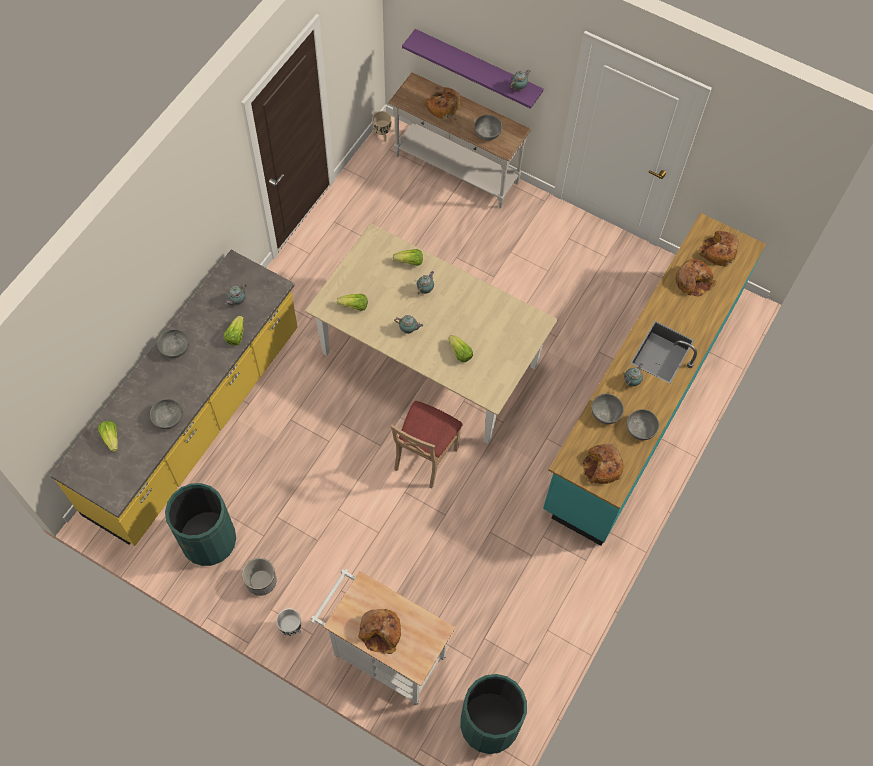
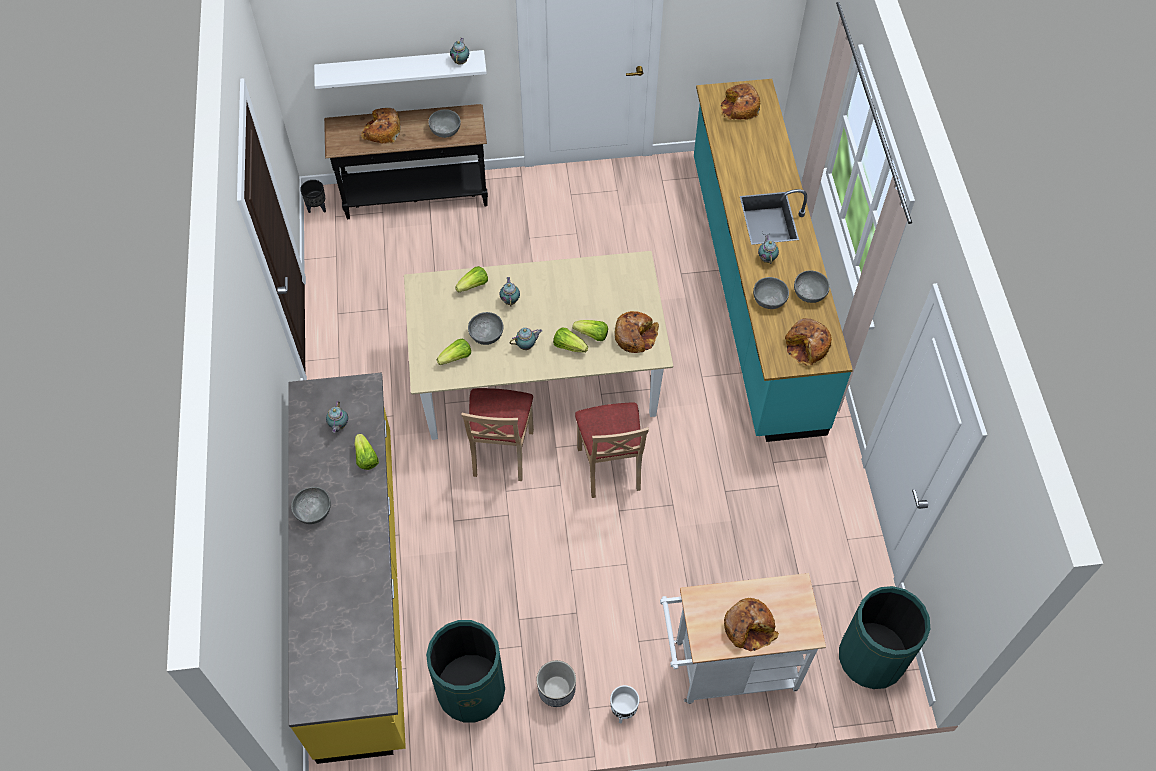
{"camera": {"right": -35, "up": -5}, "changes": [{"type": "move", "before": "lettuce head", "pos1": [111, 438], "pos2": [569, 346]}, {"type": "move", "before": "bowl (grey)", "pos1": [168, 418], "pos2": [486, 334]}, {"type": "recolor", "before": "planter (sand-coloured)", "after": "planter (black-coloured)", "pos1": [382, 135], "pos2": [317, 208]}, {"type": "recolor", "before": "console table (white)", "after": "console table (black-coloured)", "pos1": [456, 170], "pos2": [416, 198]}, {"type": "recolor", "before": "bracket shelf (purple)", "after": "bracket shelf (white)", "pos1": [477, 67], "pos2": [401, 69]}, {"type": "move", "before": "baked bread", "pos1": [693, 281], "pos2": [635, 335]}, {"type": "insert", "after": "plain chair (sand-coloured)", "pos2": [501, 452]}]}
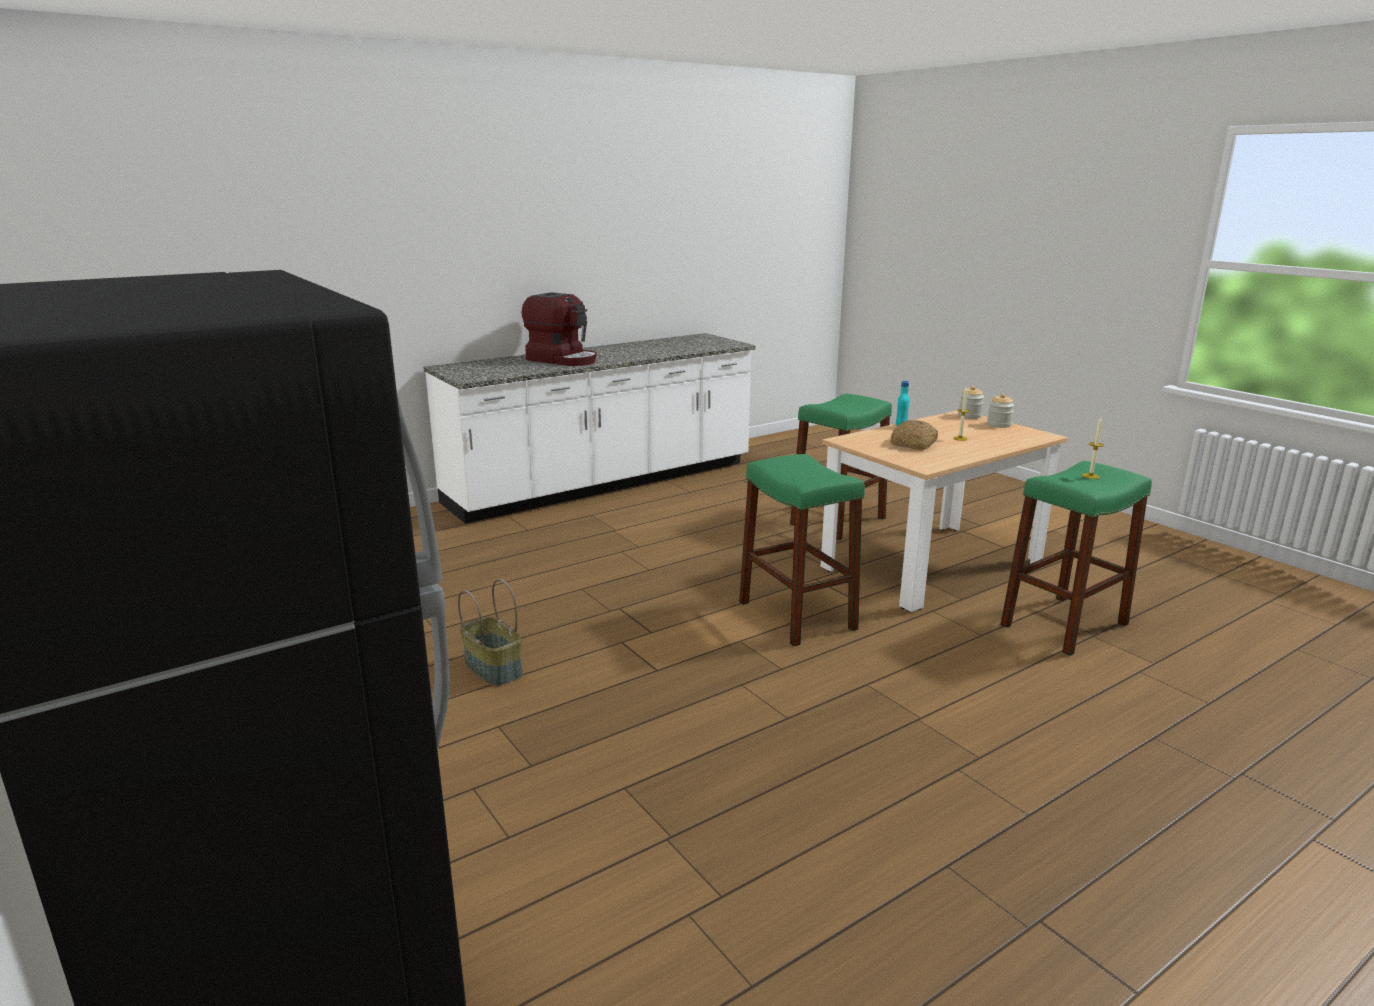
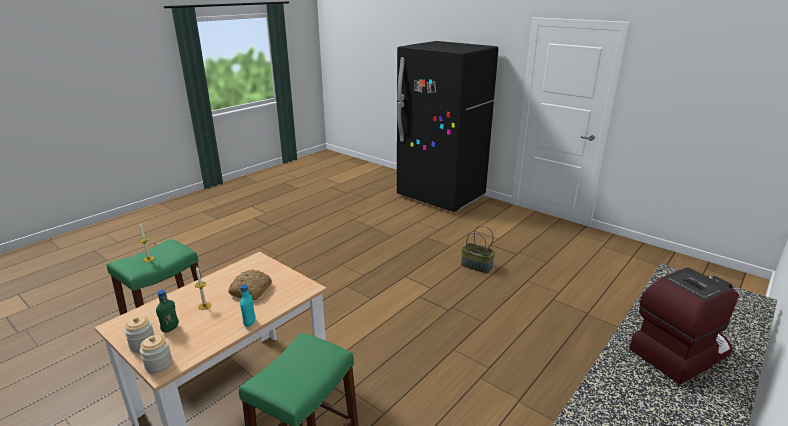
{"camera": {"right": 165, "up": 5}, "changes": [{"type": "rotate", "before": "coffee machine", "pos1": [563, 359], "pos2": [679, 351], "turn": 135}, {"type": "delete", "before": "stool seat (green-coloured)", "pos1": [796, 615]}, {"type": "insert", "after": "drink bottle (green-coloured)", "pos2": [170, 328]}]}
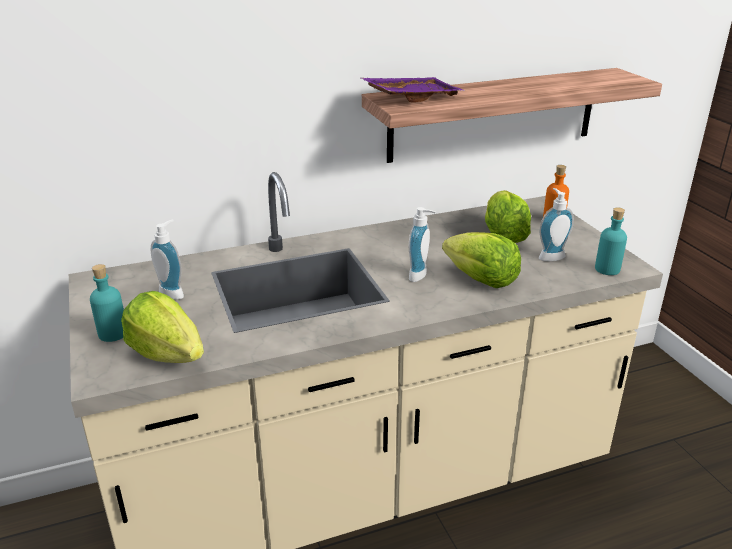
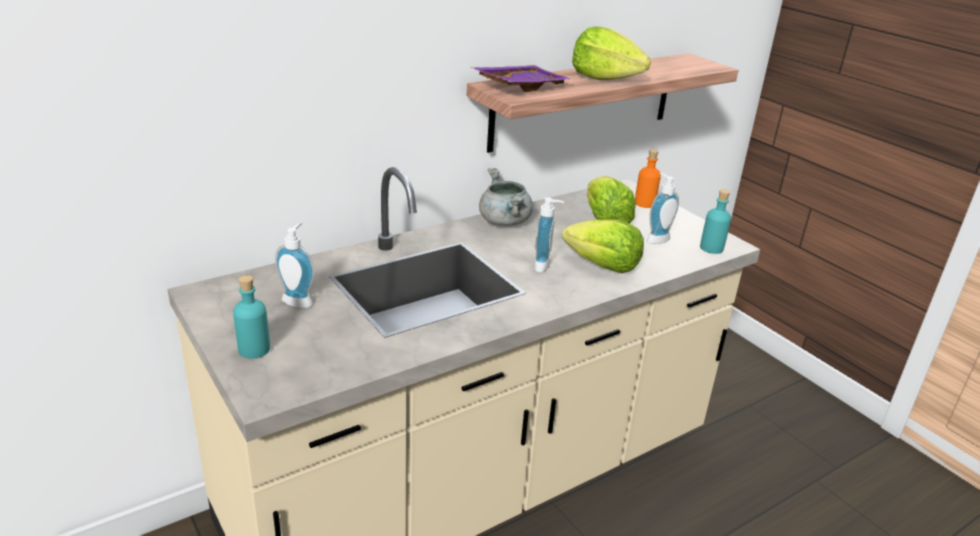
{"camera": {"right": -15, "up": 0}, "changes": [{"type": "move", "before": "lettuce head", "pos1": [167, 354], "pos2": [604, 78]}, {"type": "insert", "after": "stockpot (grey)", "pos2": [505, 222]}]}
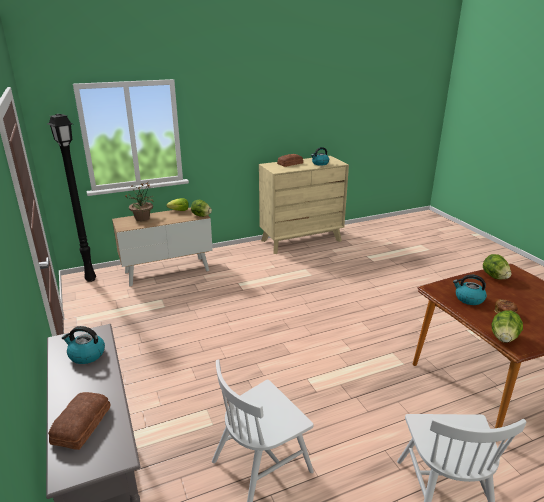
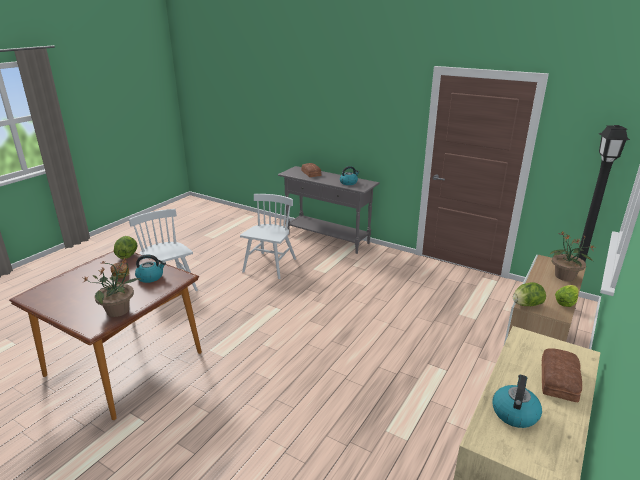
{"camera": {"right": 145, "up": 0}, "changes": [{"type": "replace", "before": "lettuce head", "after": "houseplant", "pos1": [494, 277], "pos2": [118, 310]}]}
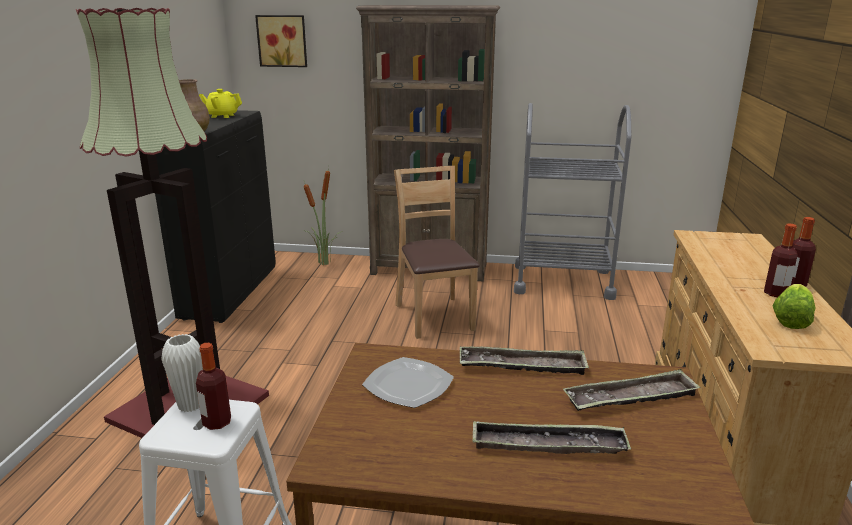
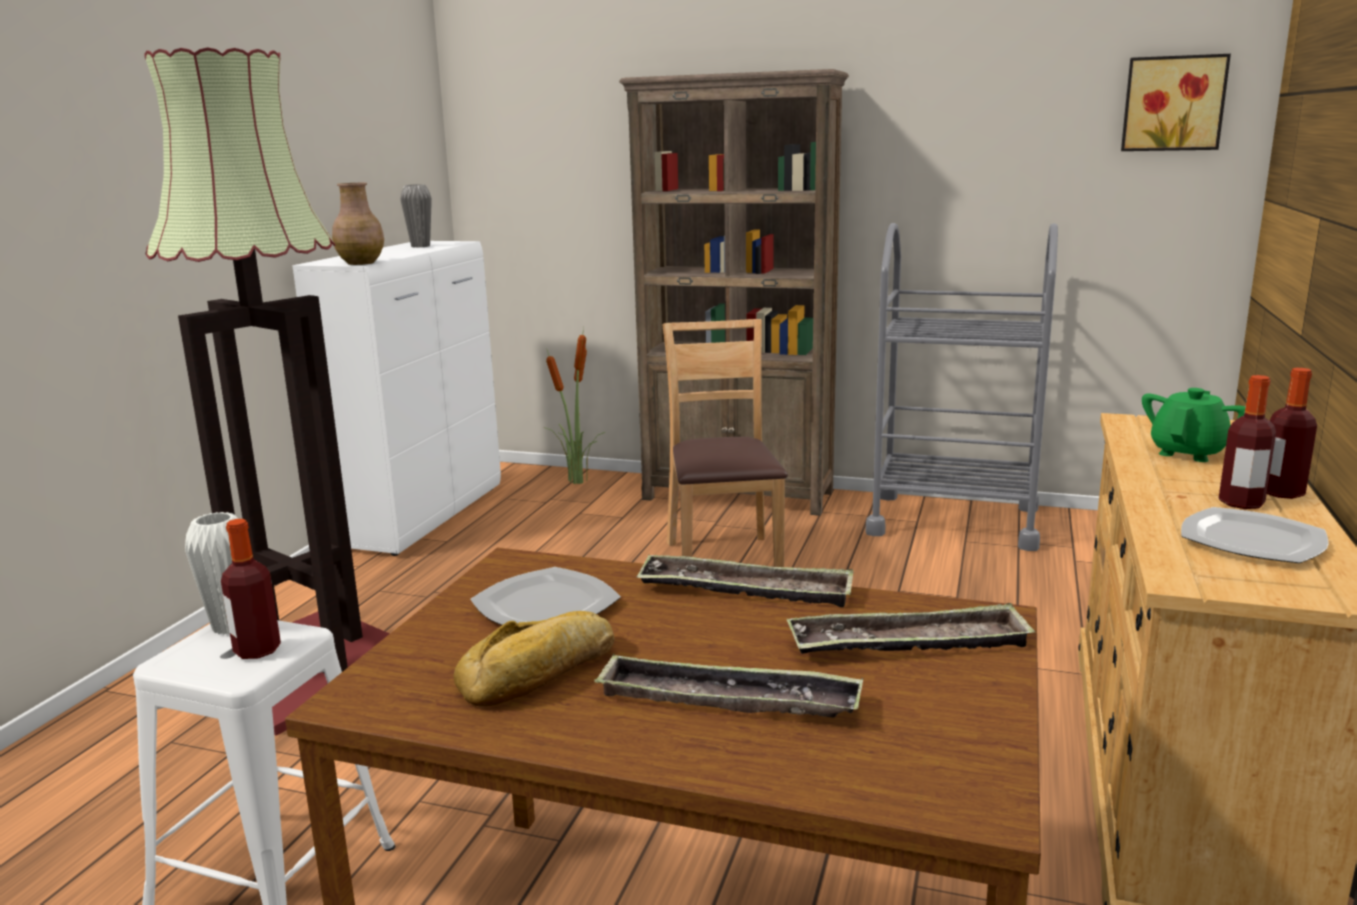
{"camera": {"right": 10, "up": -5}, "changes": [{"type": "recolor", "before": "storage cabinet (black-coloured)", "after": "storage cabinet (white)", "pos1": [230, 293], "pos2": [423, 516]}, {"type": "replace", "before": "tea pot (yellow-coloured)", "after": "flower vase (grey)", "pos1": [222, 116], "pos2": [420, 246]}, {"type": "move", "before": "wall picture", "pos1": [282, 41], "pos2": [1173, 103]}, {"type": "replace", "before": "lettuce head", "after": "plate", "pos1": [791, 320], "pos2": [1250, 541]}, {"type": "insert", "after": "baked bread", "pos2": [542, 672]}, {"type": "insert", "after": "tea pot (green-coloured)", "pos2": [1188, 453]}]}
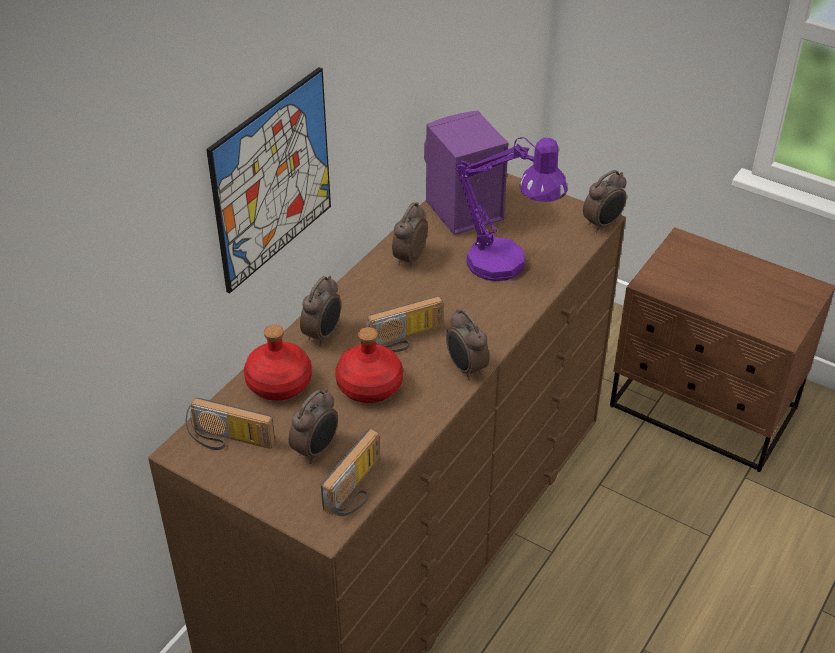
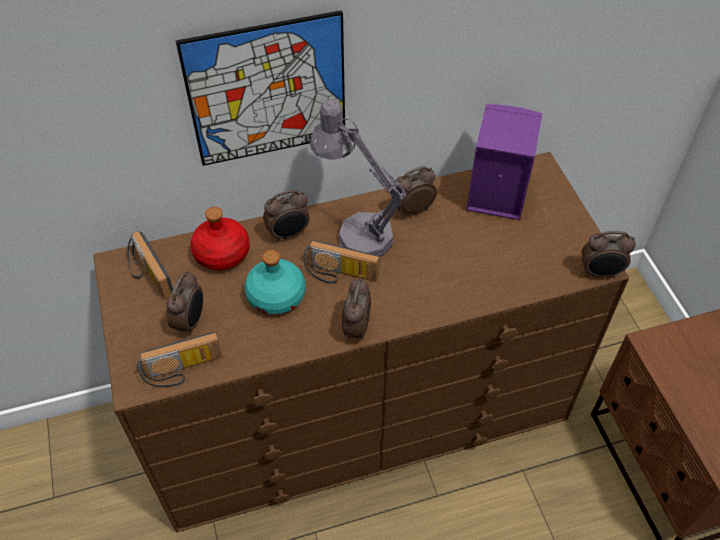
{"camera": {"right": 40, "up": 10}, "changes": [{"type": "rotate", "before": "alarm clock", "pos1": [316, 450], "pos2": [191, 321], "turn": -60}, {"type": "recolor", "before": "drink bottle (red)", "after": "drink bottle (turquoise-coloured)", "pos1": [370, 385], "pos2": [276, 296]}, {"type": "delete", "before": "lamp for a table (purple)", "pos1": [507, 266]}, {"type": "insert", "after": "lamp for a table (grey)", "pos2": [356, 231]}]}
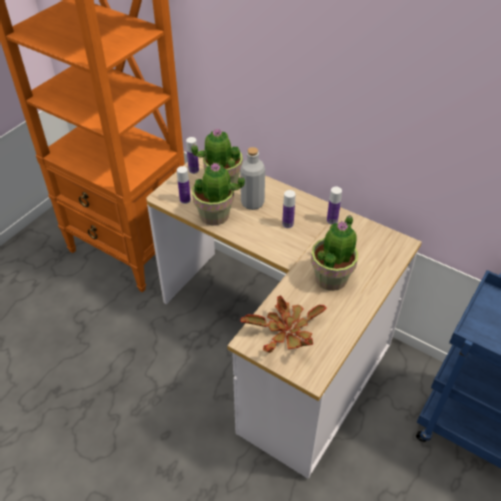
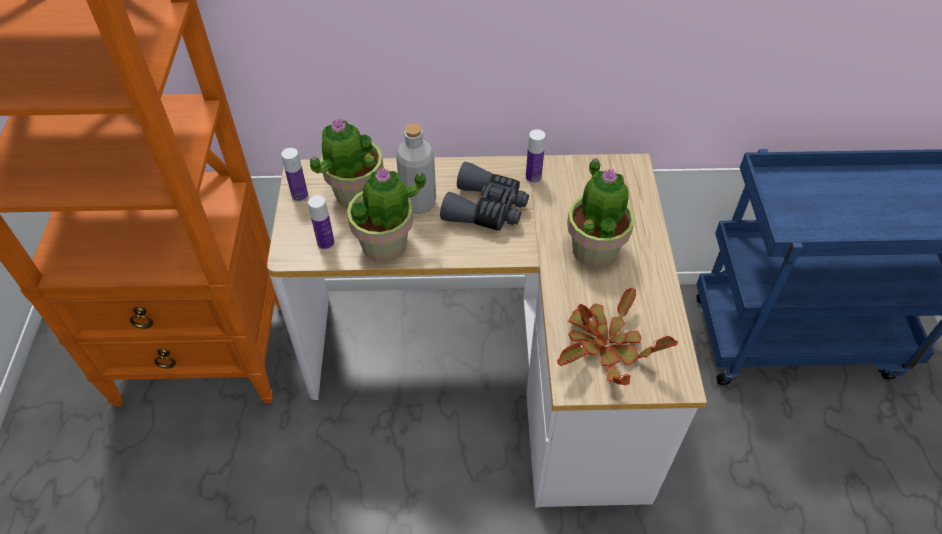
{"camera": {"right": -35, "up": 5}, "changes": [{"type": "replace", "before": "drink bottle", "after": "field glasses (grey)", "pos1": [287, 224], "pos2": [486, 208]}]}
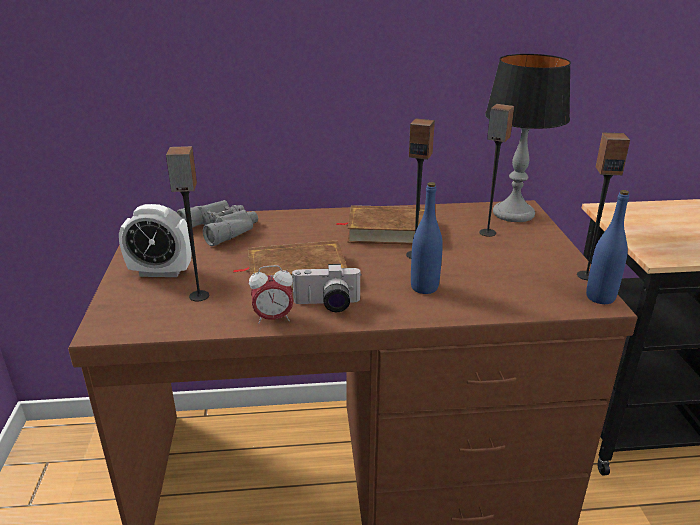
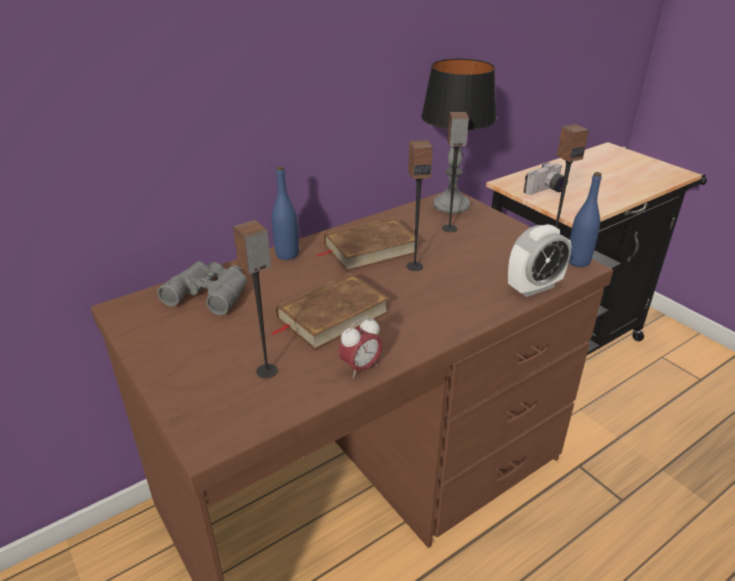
{"camera": {"right": -30, "up": 5}, "changes": [{"type": "move", "before": "alarm clock", "pos1": [161, 272], "pos2": [534, 287]}, {"type": "move", "before": "photo camera", "pos1": [327, 305], "pos2": [546, 191]}, {"type": "move", "before": "drink bottle (blue-coloured)", "pos1": [424, 287], "pos2": [287, 254]}]}
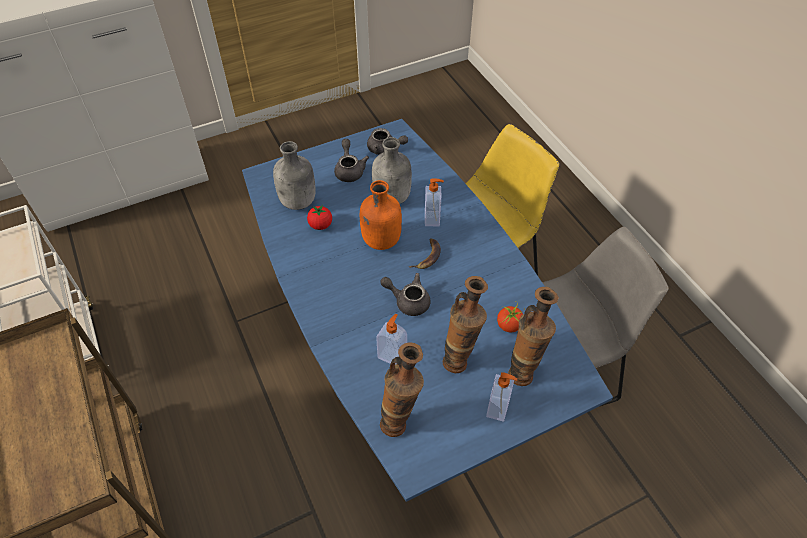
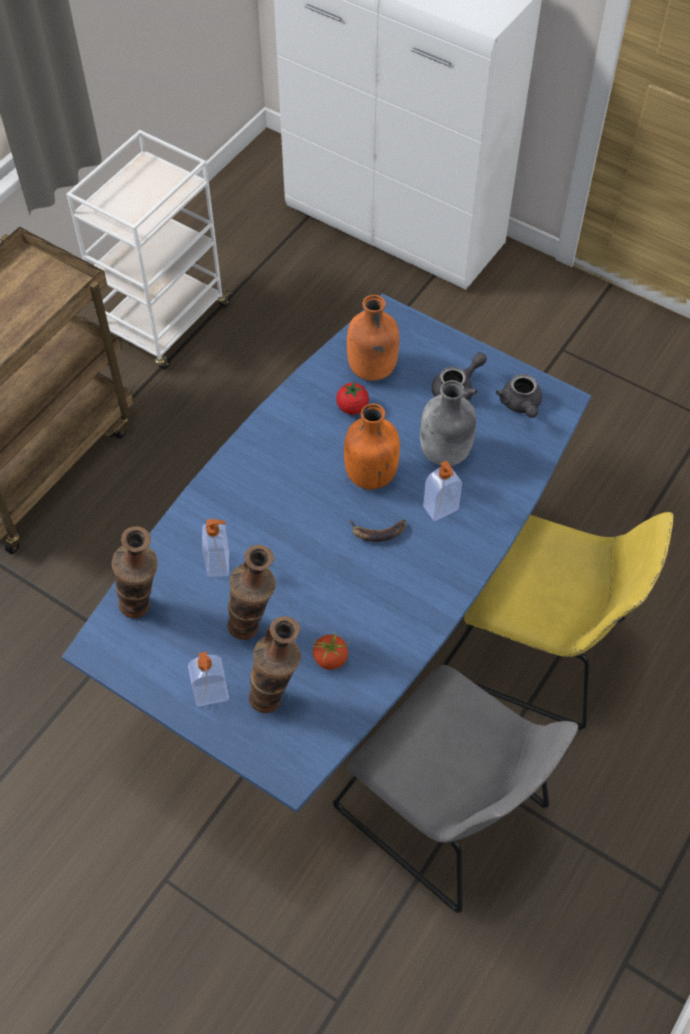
{"camera": {"right": 60, "up": 5}, "changes": [{"type": "recolor", "before": "drink bottle (grey)", "after": "drink bottle (orangey)", "pos1": [298, 202], "pos2": [372, 369]}, {"type": "delete", "before": "tea pot (grey)", "pos1": [408, 301]}]}
